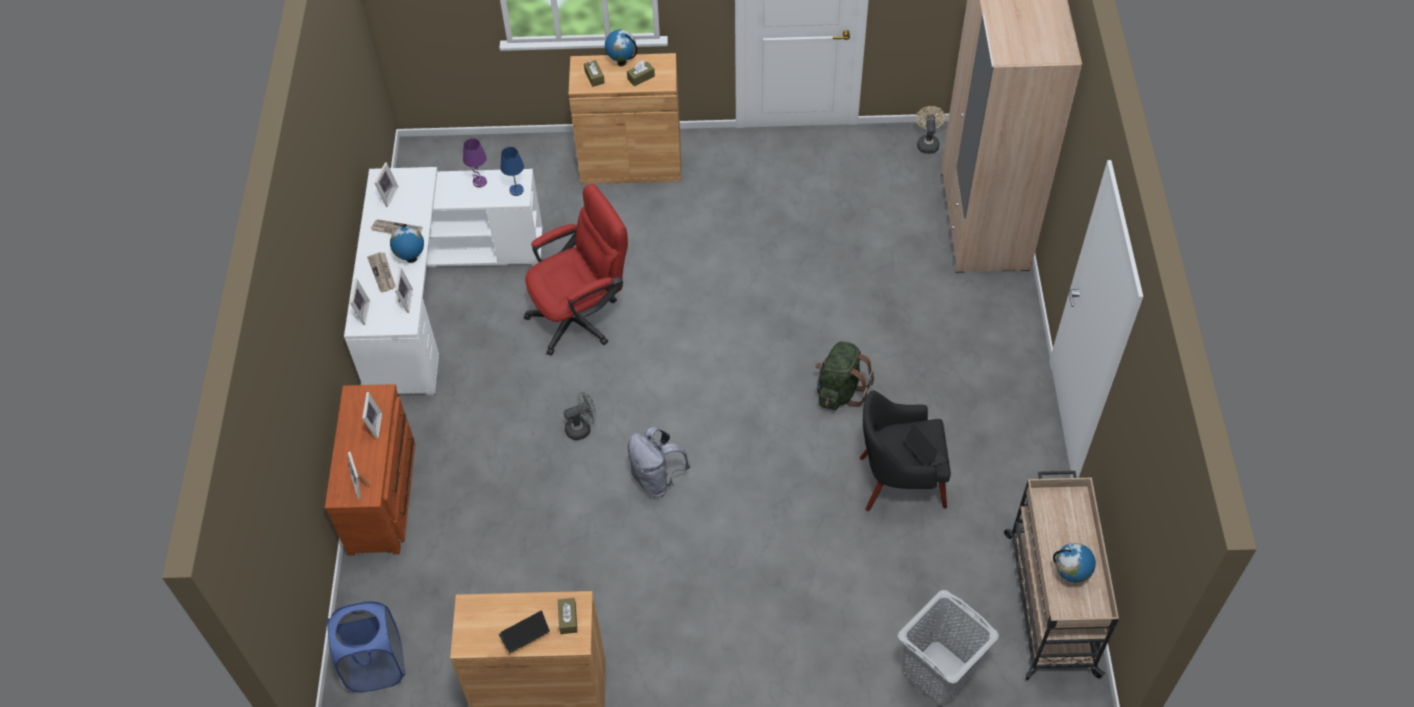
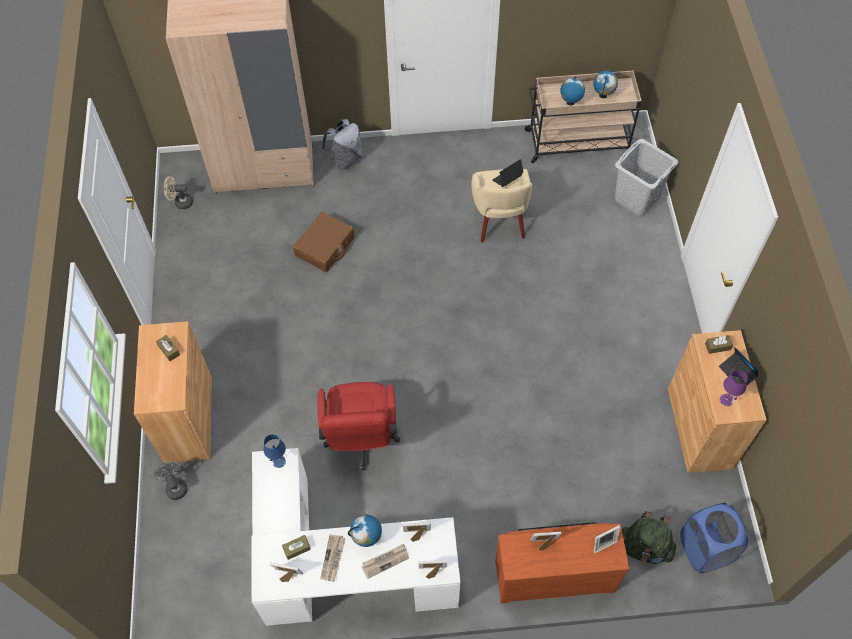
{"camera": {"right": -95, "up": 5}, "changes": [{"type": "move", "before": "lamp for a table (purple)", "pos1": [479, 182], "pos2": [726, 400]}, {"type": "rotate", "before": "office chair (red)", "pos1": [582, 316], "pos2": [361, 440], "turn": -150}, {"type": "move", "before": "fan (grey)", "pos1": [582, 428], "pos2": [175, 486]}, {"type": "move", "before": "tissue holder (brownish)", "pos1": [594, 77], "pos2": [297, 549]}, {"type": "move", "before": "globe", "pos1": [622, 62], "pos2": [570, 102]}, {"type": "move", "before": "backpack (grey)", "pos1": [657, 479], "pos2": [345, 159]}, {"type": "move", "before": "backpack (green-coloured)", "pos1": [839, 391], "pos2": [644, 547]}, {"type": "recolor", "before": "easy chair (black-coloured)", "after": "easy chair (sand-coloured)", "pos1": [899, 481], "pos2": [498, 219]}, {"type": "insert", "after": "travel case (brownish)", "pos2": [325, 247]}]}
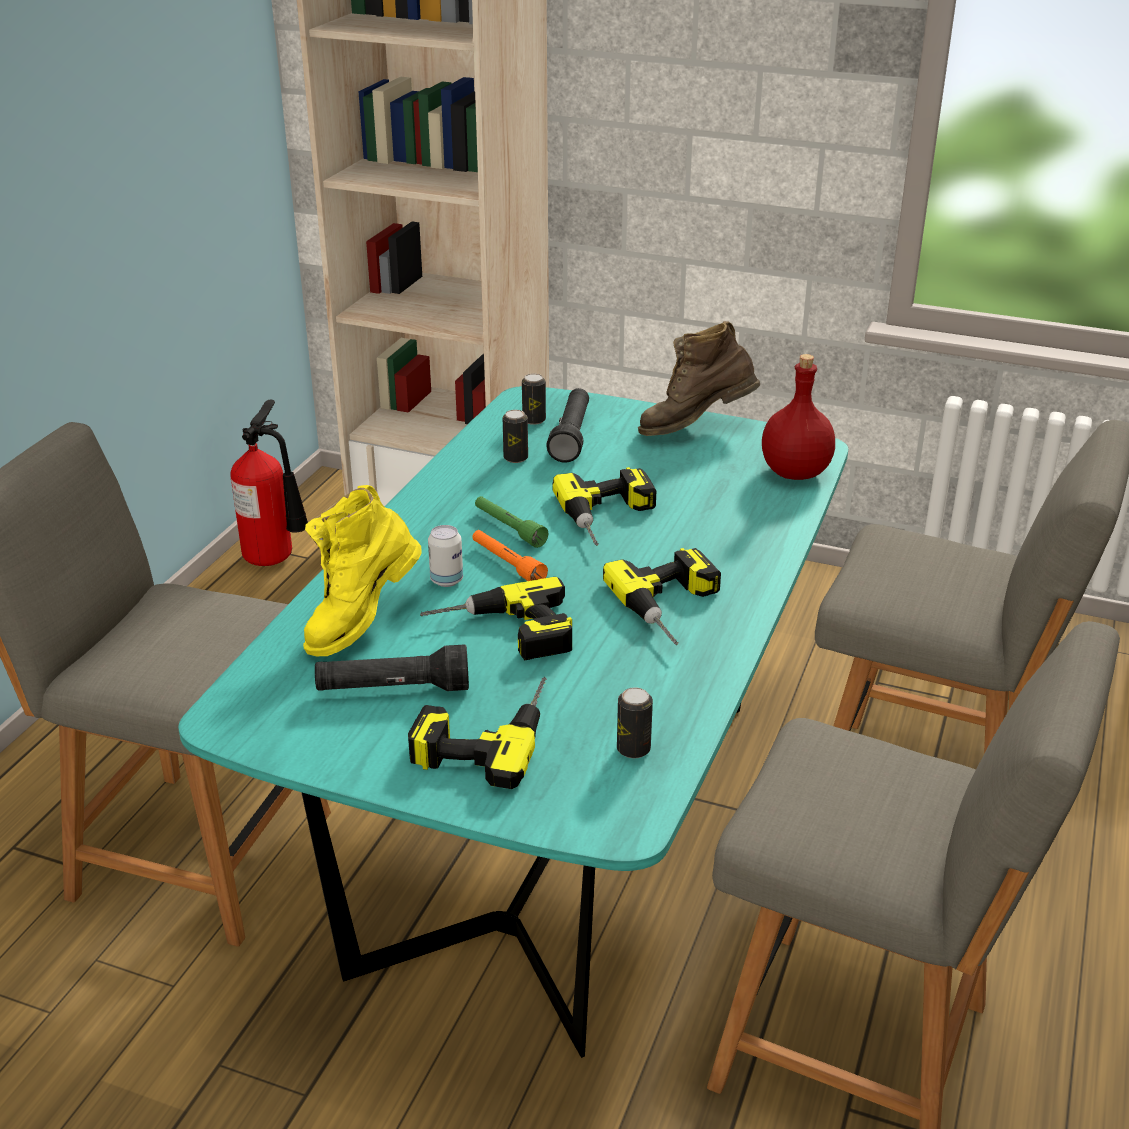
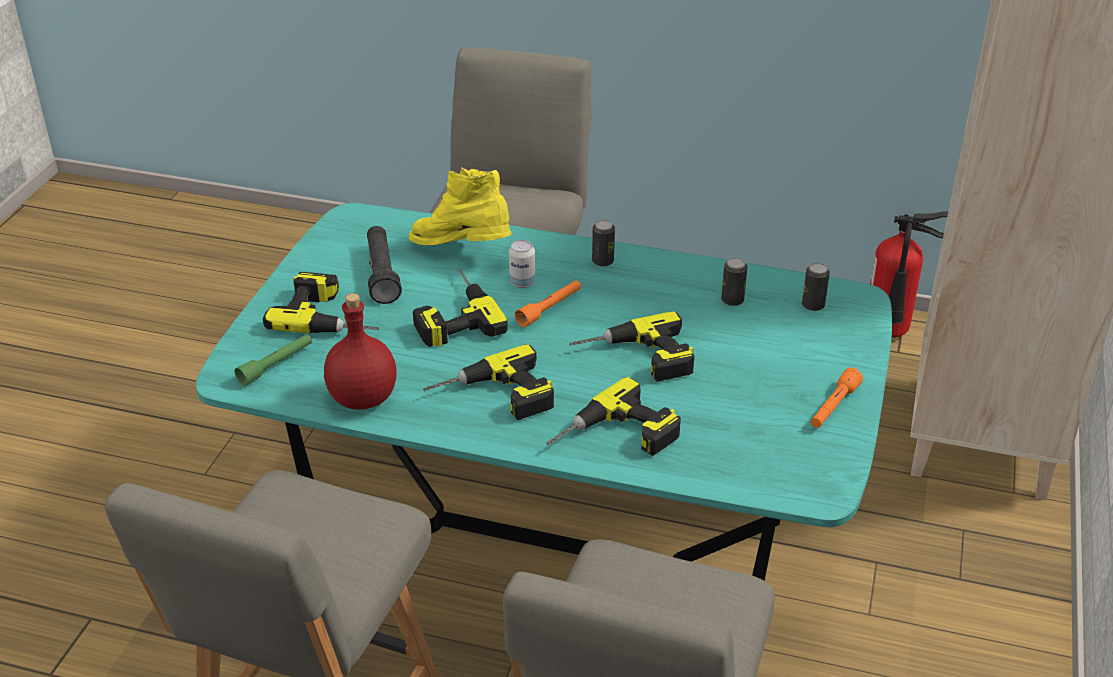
{"camera": {"right": 85, "up": 5}, "changes": [{"type": "move", "before": "hand torch (green-coloured)", "pos1": [509, 528], "pos2": [276, 365]}, {"type": "delete", "before": "hand torch (black-coloured)", "pos1": [571, 436]}, {"type": "move", "before": "can", "pos1": [633, 749], "pos2": [602, 261]}, {"type": "replace", "before": "tall boot (brownish)", "after": "hand torch (orangey)", "pos1": [695, 428], "pos2": [833, 407]}, {"type": "move", "before": "drink bottle (red)", "pos1": [795, 472], "pos2": [364, 398]}, {"type": "insert", "after": "electric drill", "pos2": [615, 438]}]}
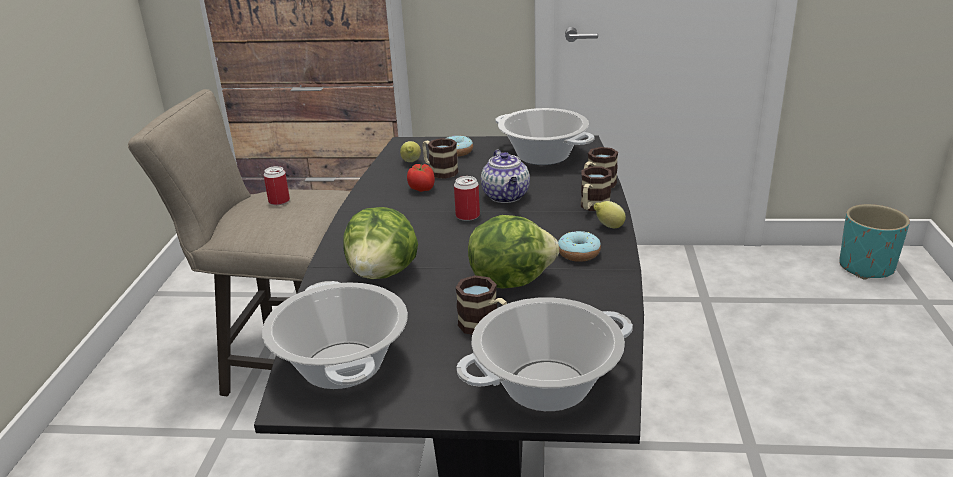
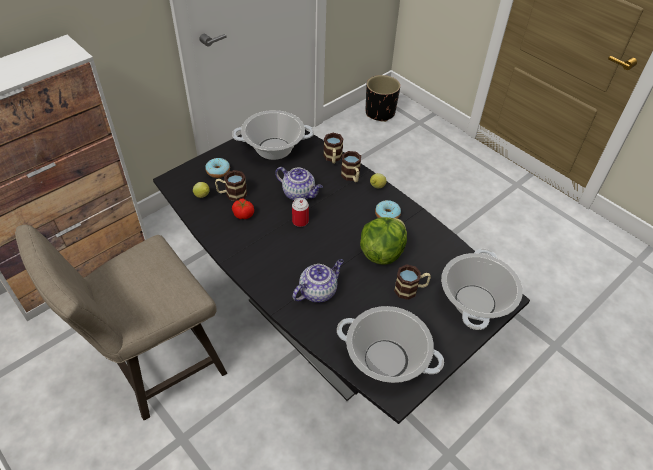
{"camera": {"right": -50, "up": 20}, "changes": [{"type": "delete", "before": "can", "pos1": [279, 201]}, {"type": "replace", "before": "lettuce head", "after": "tea pot", "pos1": [383, 273], "pos2": [318, 291]}, {"type": "recolor", "before": "planter (turquoise-coloured)", "after": "planter (black-coloured)", "pos1": [866, 268], "pos2": [380, 113]}]}
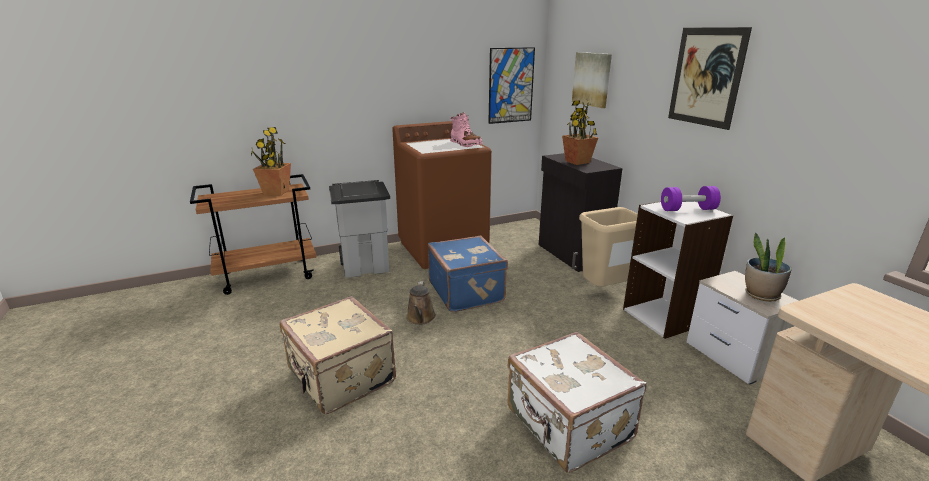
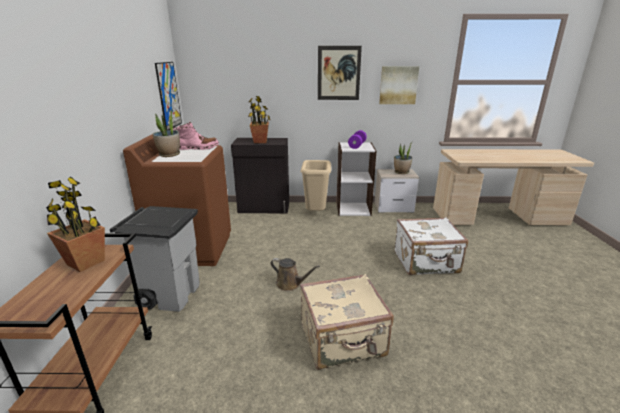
{"camera": {"right": -65, "up": 0}, "changes": [{"type": "delete", "before": "travel case (blue-coloured)", "pos1": [467, 291]}, {"type": "move", "before": "wall picture", "pos1": [592, 79], "pos2": [398, 85]}, {"type": "insert", "after": "houseplant", "pos2": [169, 155]}]}
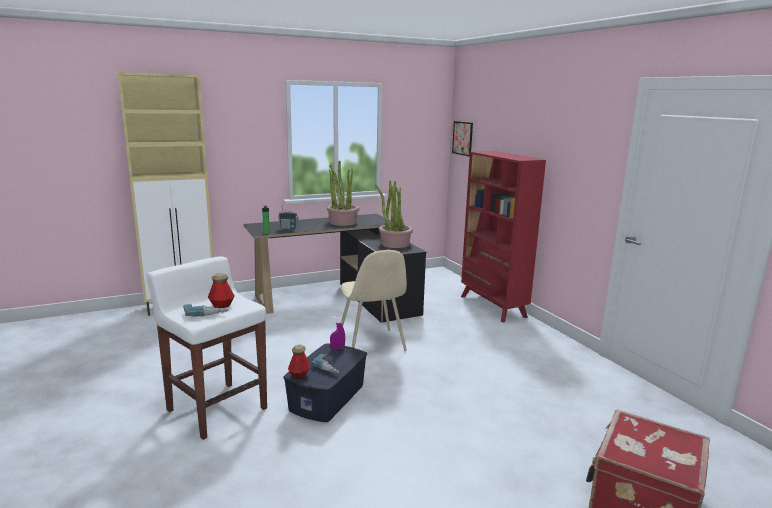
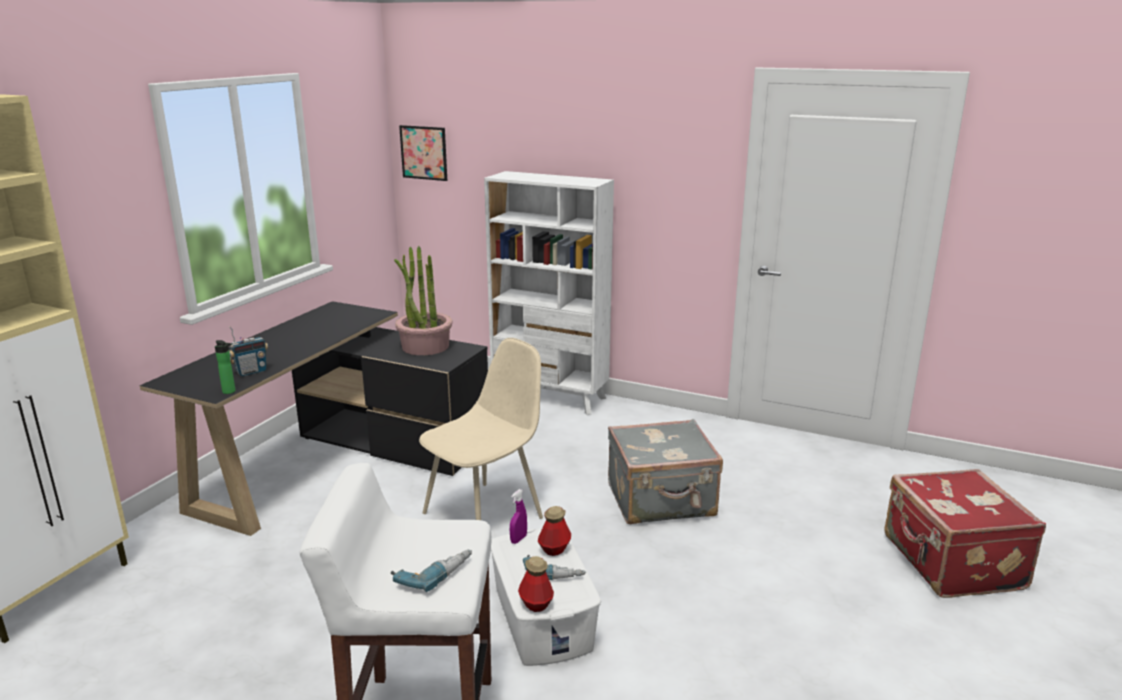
{"camera": {"right": -40, "up": 5}, "changes": [{"type": "move", "before": "drink bottle", "pos1": [221, 305], "pos2": [554, 549]}, {"type": "recolor", "before": "storage bin (blue-coloured)", "after": "storage bin (white)", "pos1": [328, 397], "pos2": [543, 617]}, {"type": "delete", "before": "houseplant", "pos1": [342, 222]}, {"type": "rotate", "before": "plain chair (sand-coloured)", "pos1": [371, 344], "pos2": [485, 514], "turn": -75}, {"type": "recolor", "before": "bookshelf (red)", "after": "bookshelf (white)", "pos1": [492, 306], "pos2": [550, 397]}, {"type": "insert", "after": "travel case (grey)", "pos2": [661, 501]}]}
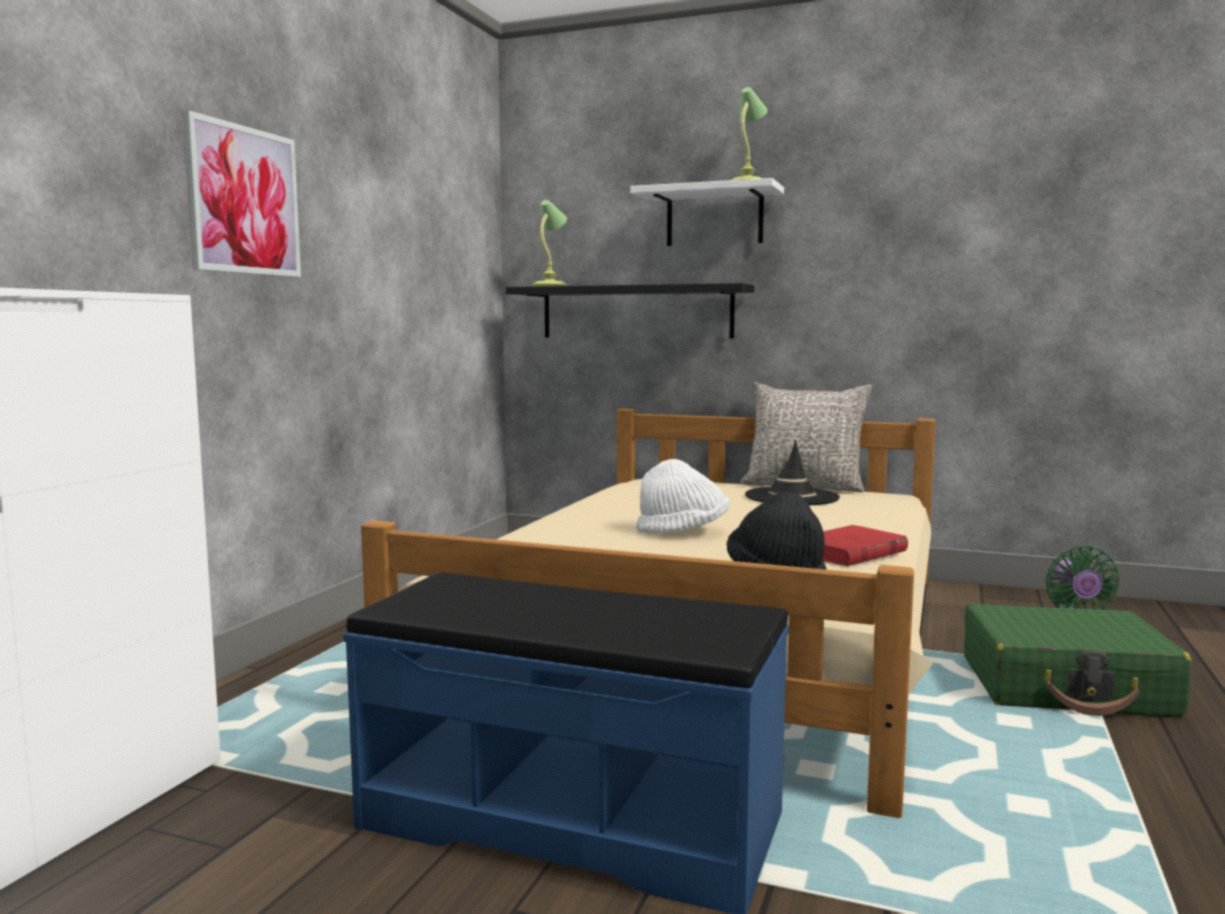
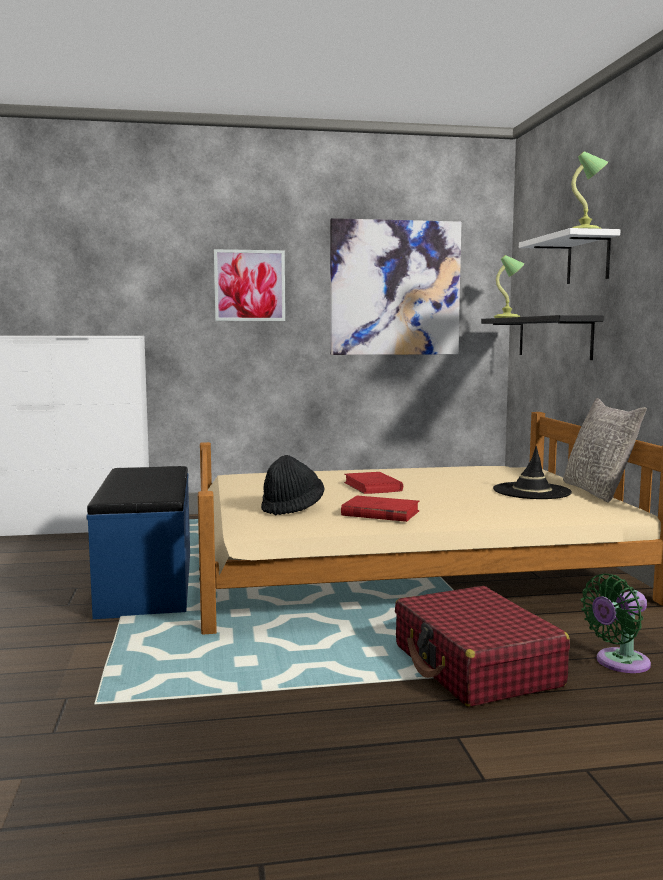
{"camera": {"right": 60, "up": 0}, "changes": [{"type": "replace", "before": "hat (white)", "after": "volume (red)", "pos1": [683, 532], "pos2": [372, 487]}, {"type": "recolor", "before": "travel case (green-coloured)", "after": "travel case (red)", "pos1": [1066, 687], "pos2": [476, 666]}, {"type": "insert", "after": "wall picture", "pos2": [395, 288]}]}
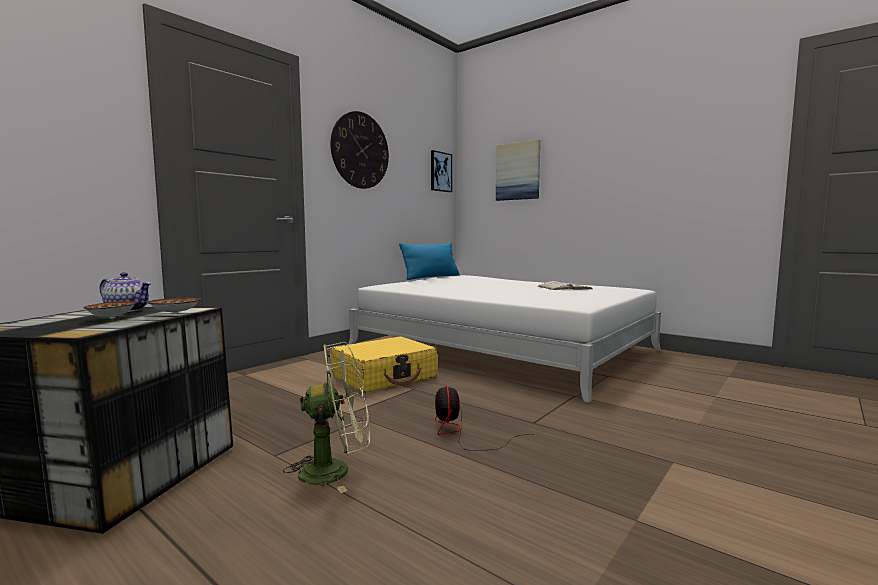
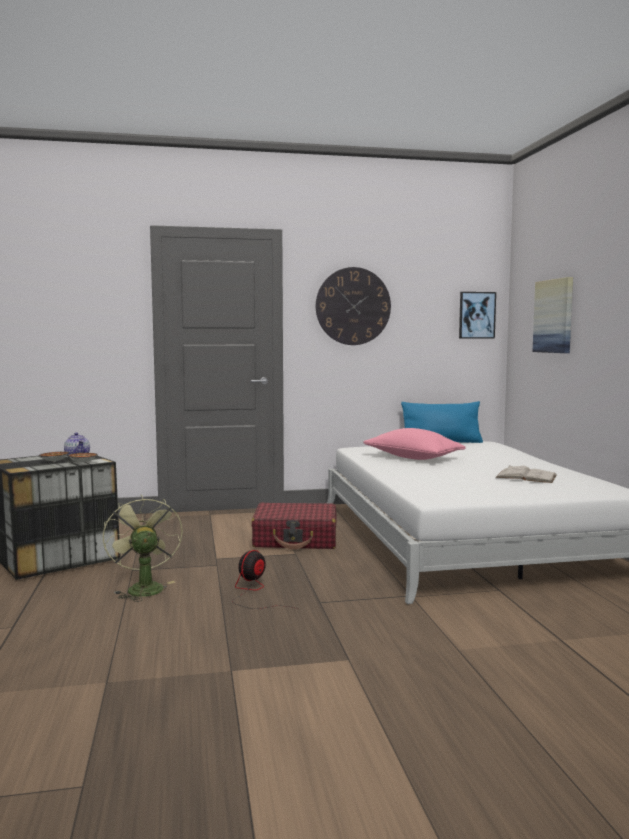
{"camera": {"right": 40, "up": 0}, "changes": [{"type": "rotate", "before": "fan (green-coloured)", "pos1": [335, 470], "pos2": [143, 588], "turn": -135}, {"type": "recolor", "before": "travel case (yellow-coloured)", "after": "travel case (red)", "pos1": [385, 377], "pos2": [296, 539]}, {"type": "insert", "after": "throw pillow (pink)", "pos2": [412, 458]}]}
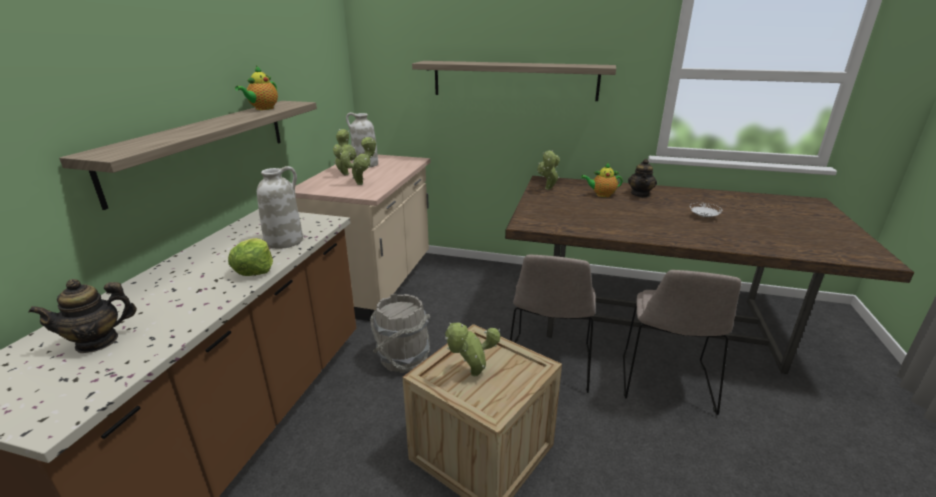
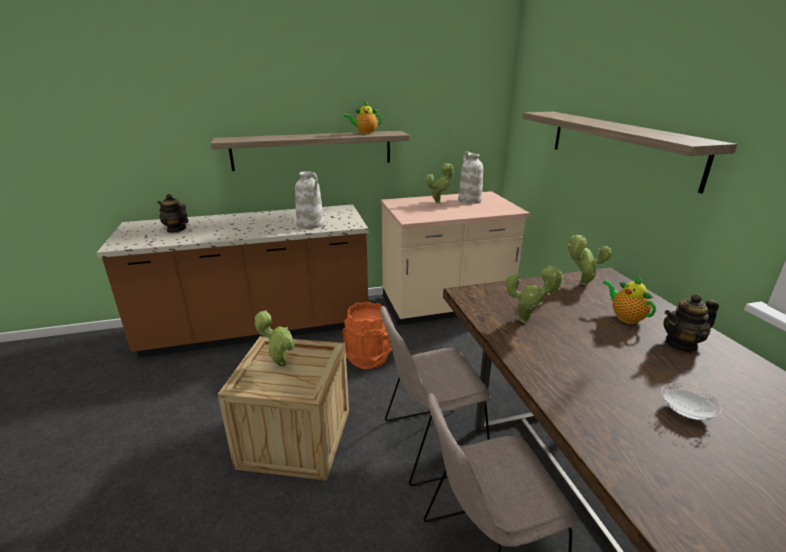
{"camera": {"right": 60, "up": 0}, "changes": [{"type": "delete", "before": "lettuce head", "pos1": [254, 269]}, {"type": "move", "before": "houseplant", "pos1": [362, 183], "pos2": [527, 321]}, {"type": "recolor", "before": "water bucket (grey)", "after": "water bucket (orangey)", "pos1": [403, 358], "pos2": [368, 358]}]}
